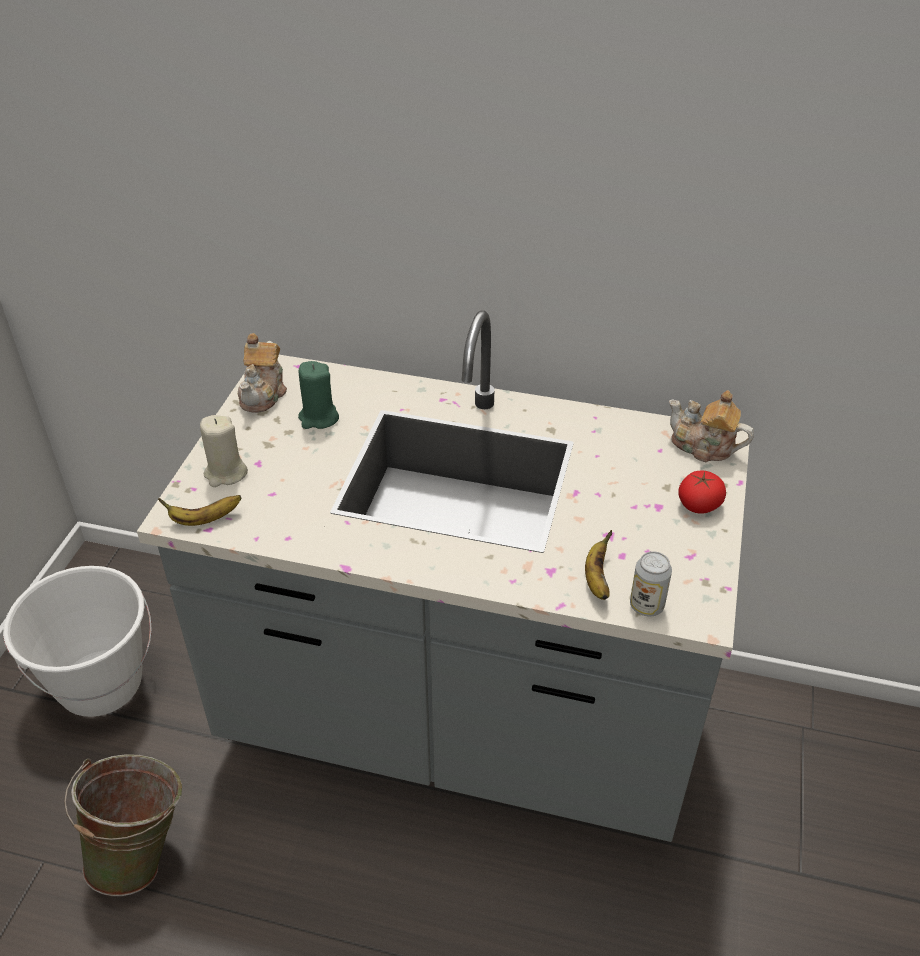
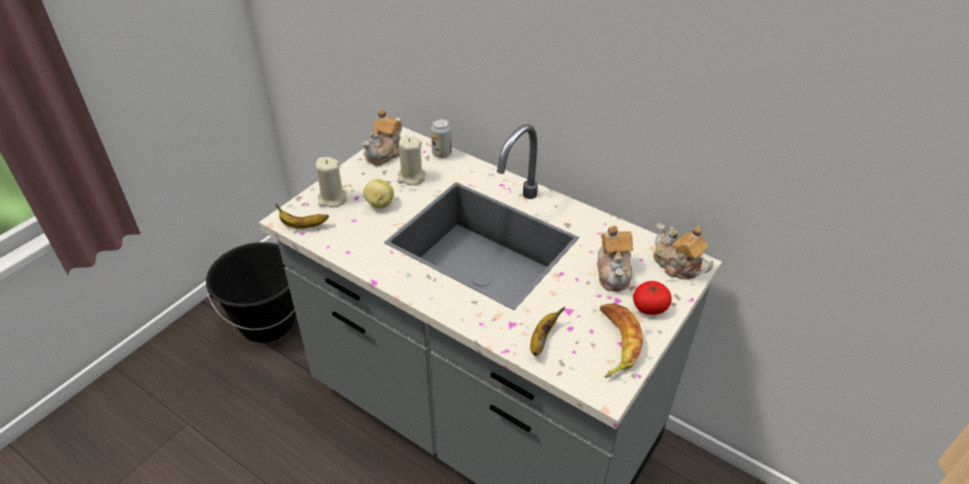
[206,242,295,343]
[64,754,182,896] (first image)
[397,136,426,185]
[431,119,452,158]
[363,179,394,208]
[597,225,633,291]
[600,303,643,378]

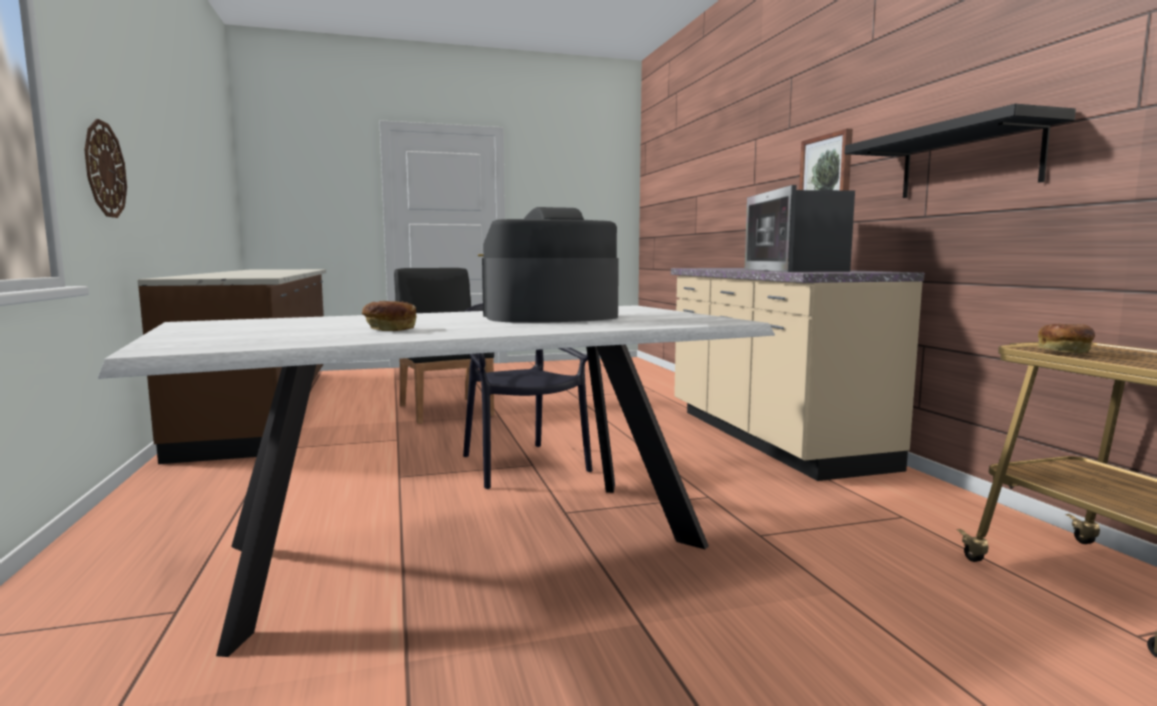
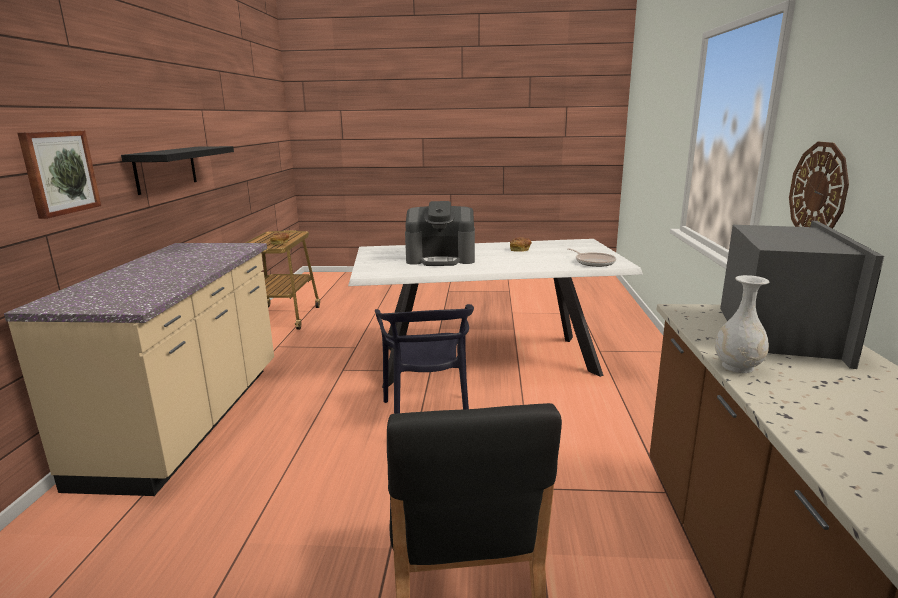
[720,221,884,369]
[567,248,616,267]
[715,275,769,373]

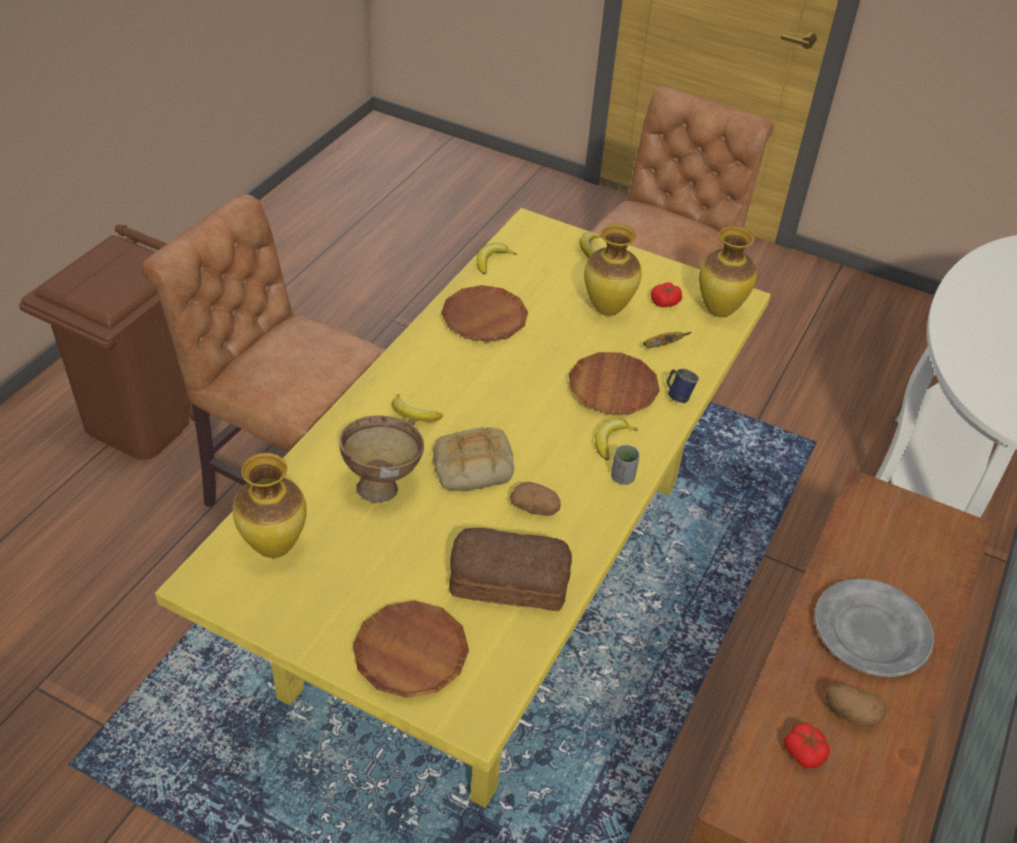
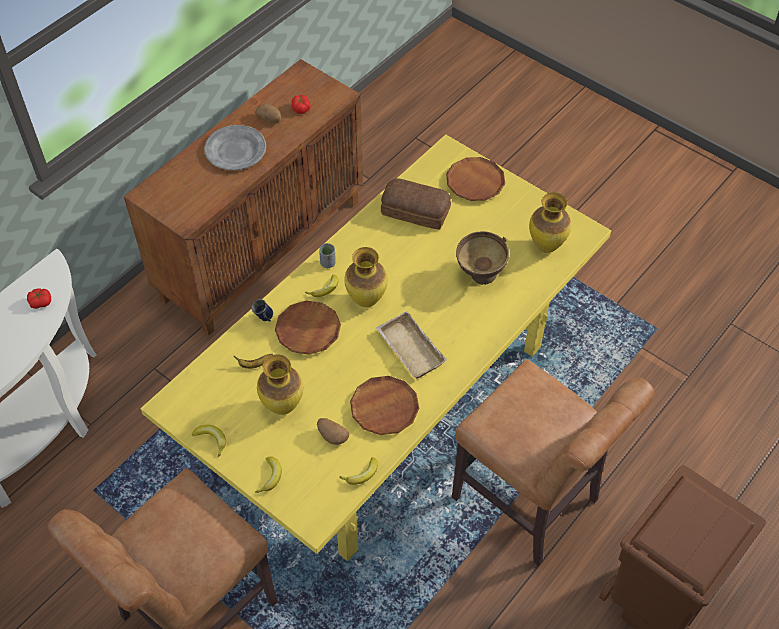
[192,425,226,457]
[433,427,514,490] (first image)
[317,418,349,445]
[27,288,51,309]
[344,247,388,307]
[376,311,447,378]

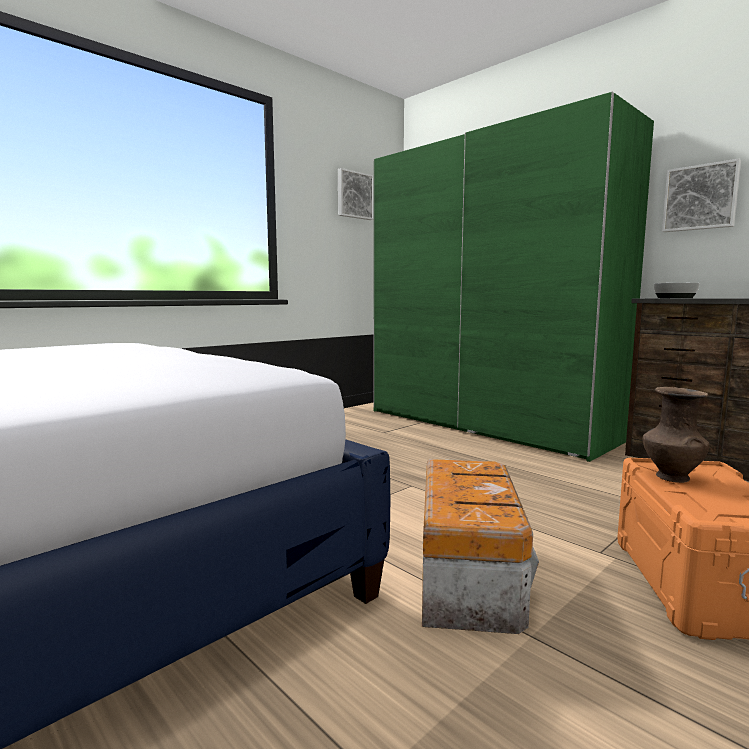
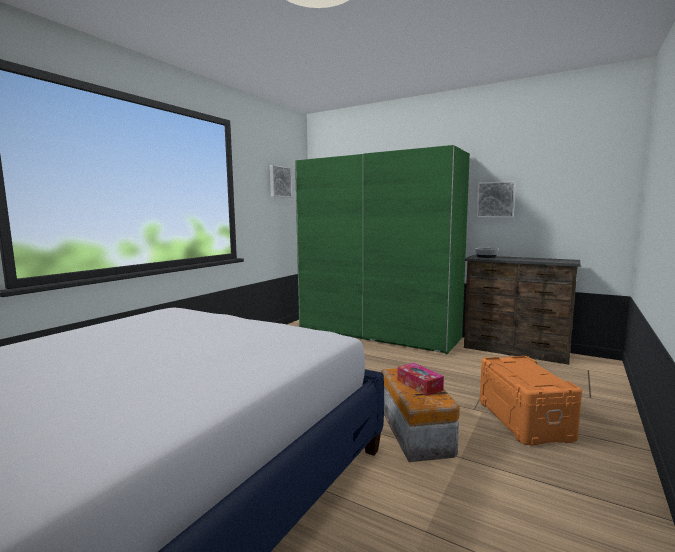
[643,387,710,483] (first image)
[397,363,444,396]

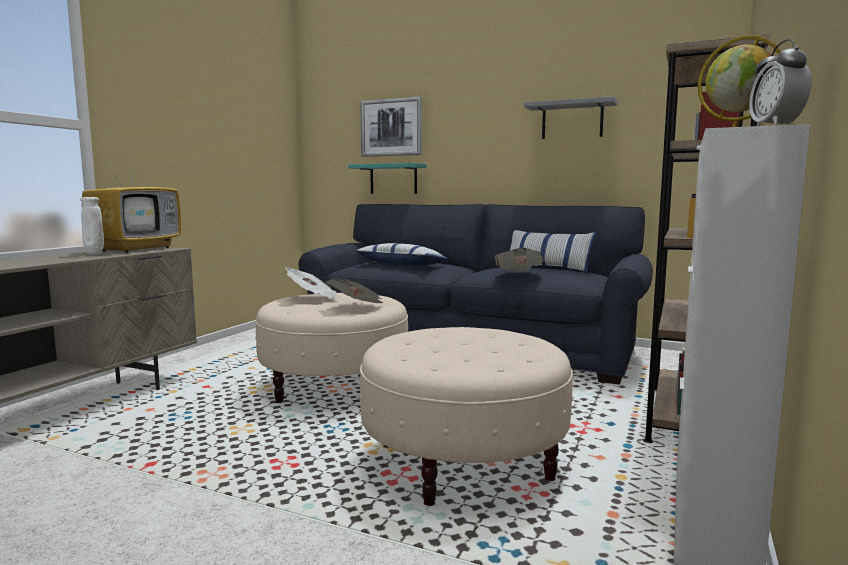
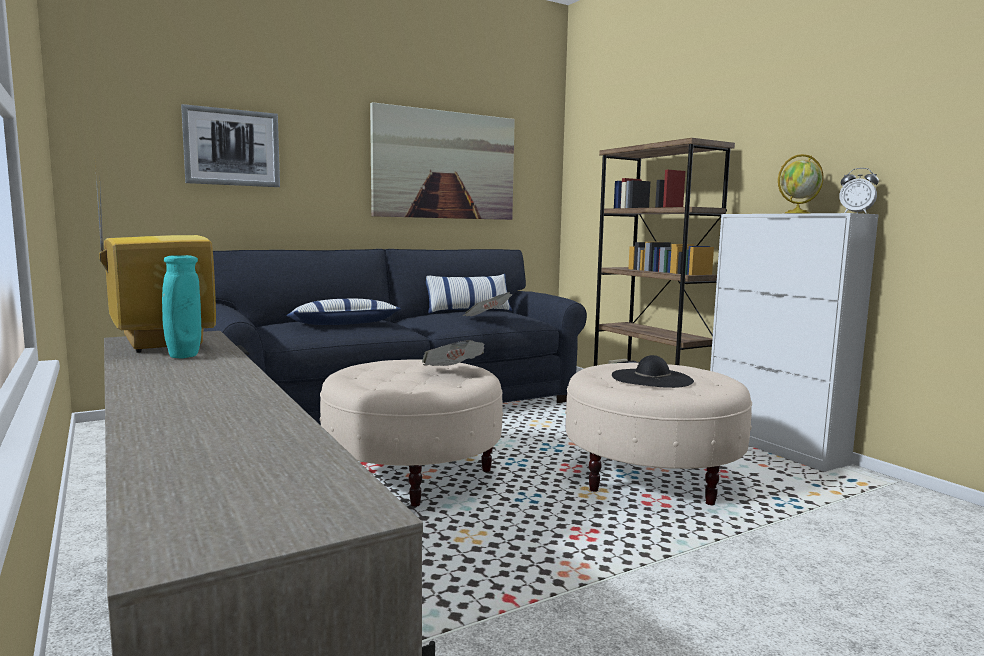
[162,255,201,358]
[285,267,337,300] (first image)
[348,163,427,194] (first image)
[370,102,515,220]
[612,355,694,388]

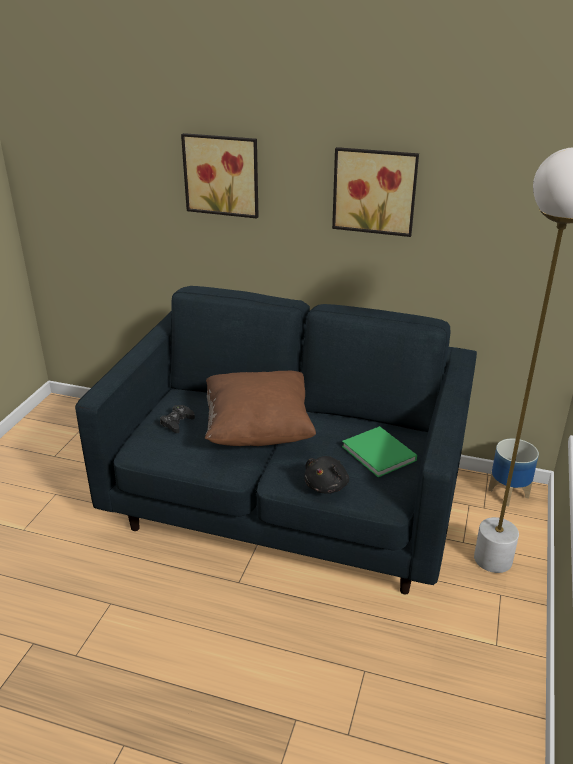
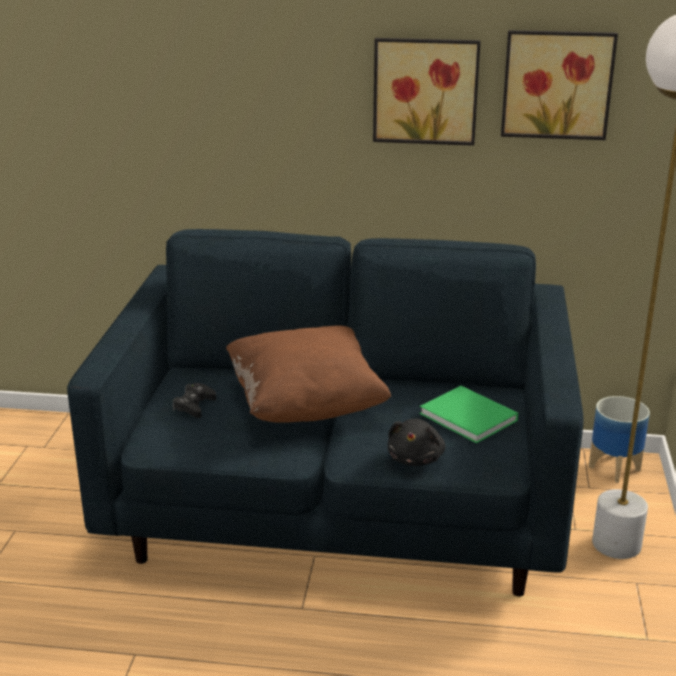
[501,30,618,140]

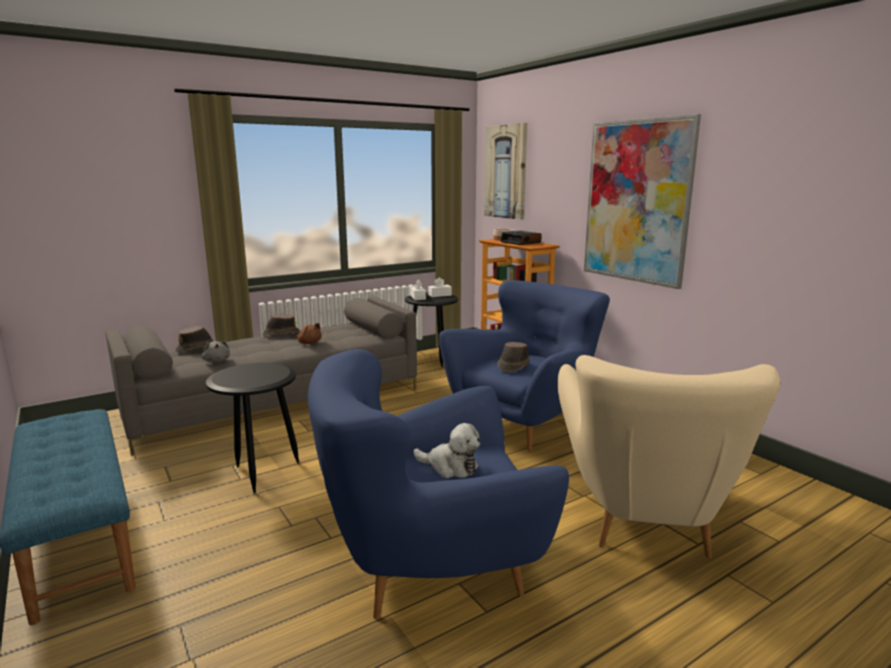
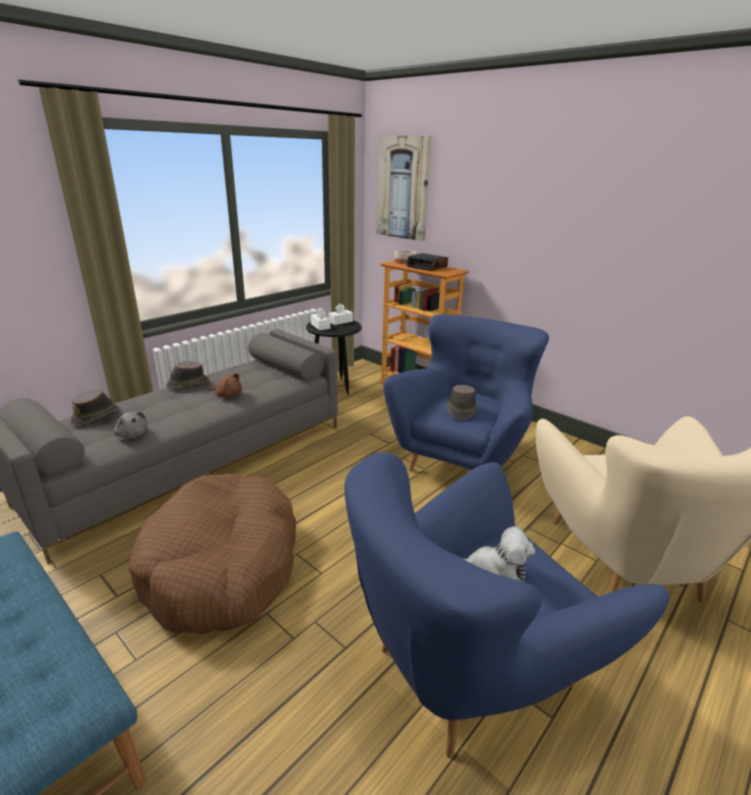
[129,474,296,634]
[584,114,701,289] (first image)

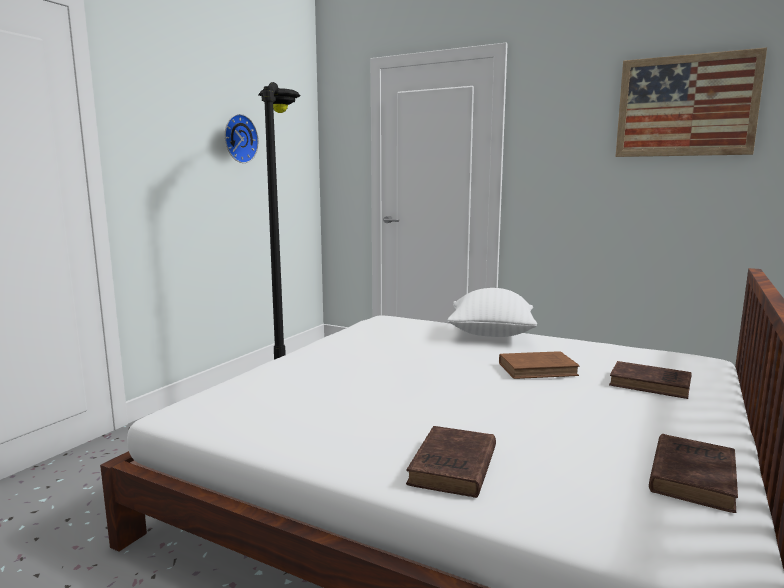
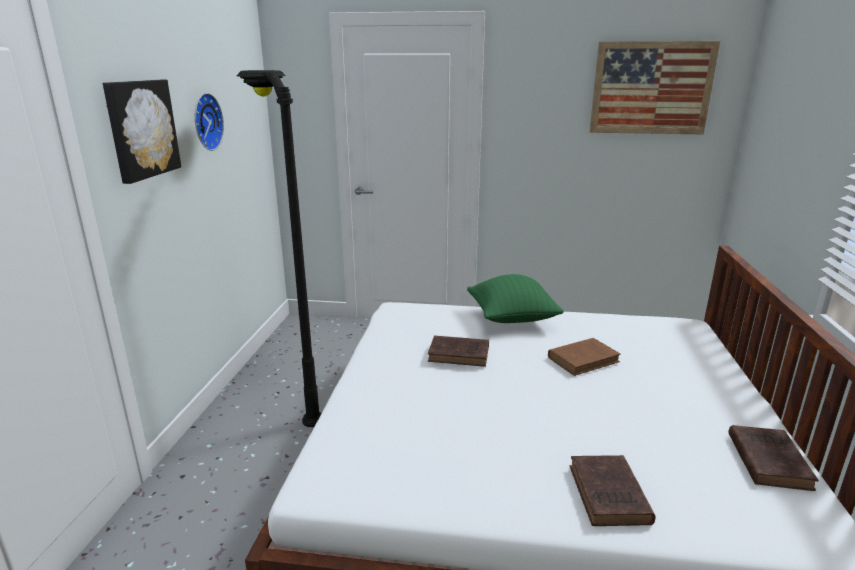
[467,274,564,323]
[428,336,489,367]
[103,80,181,184]

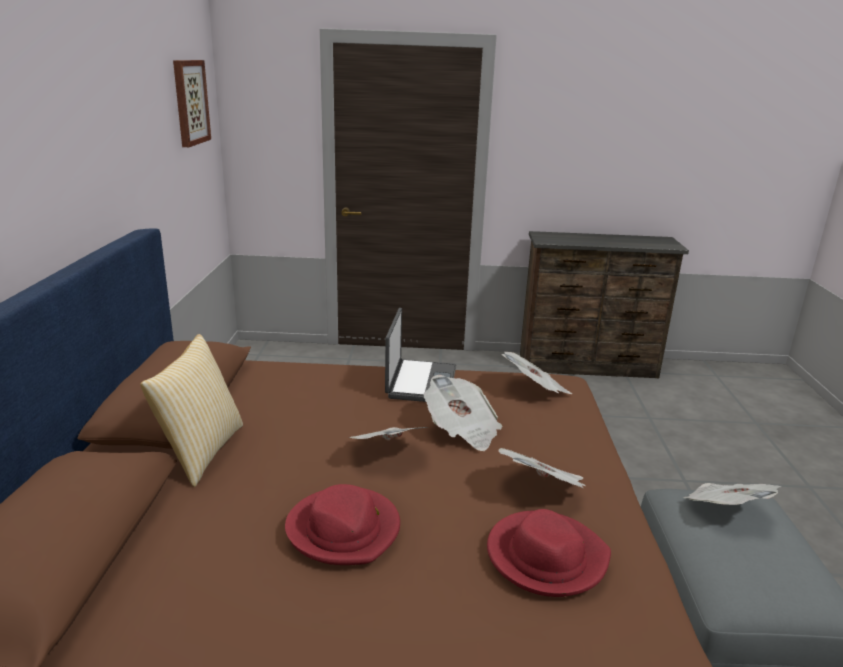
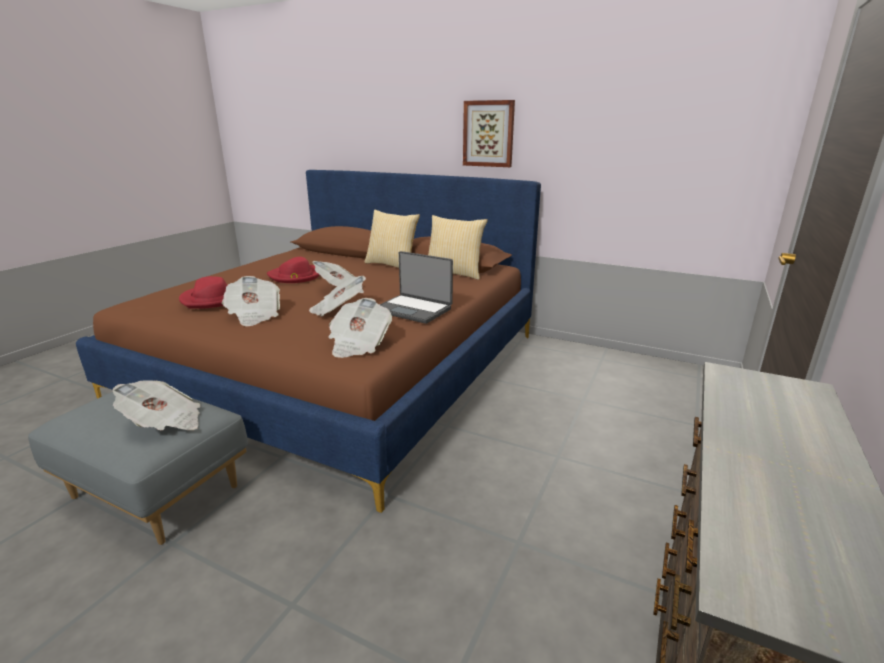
[463,100,515,167]
[428,215,488,280]

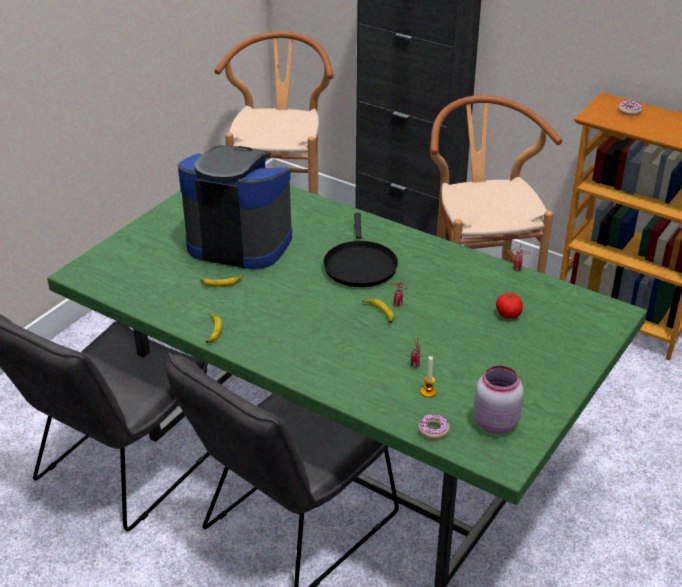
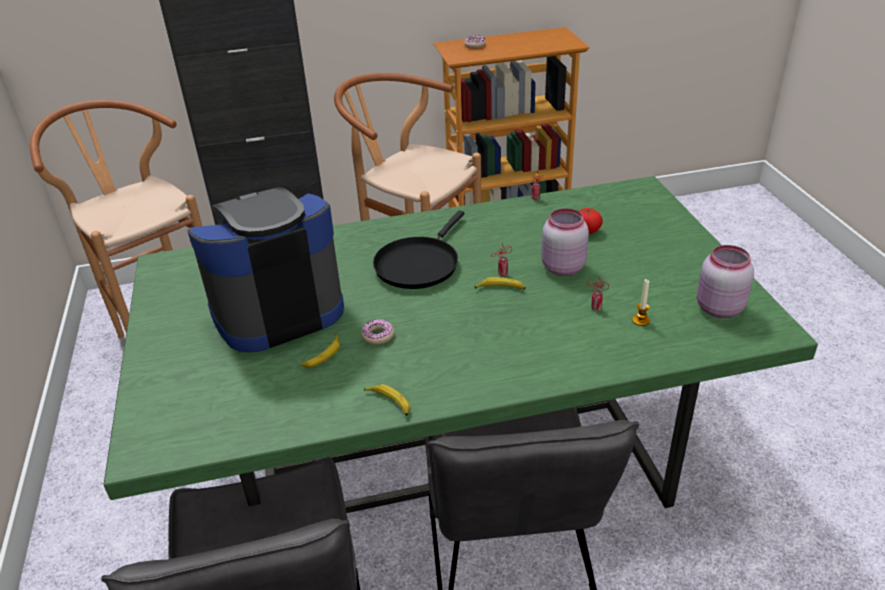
[373,210,465,289]
[361,319,394,345]
[542,208,589,276]

